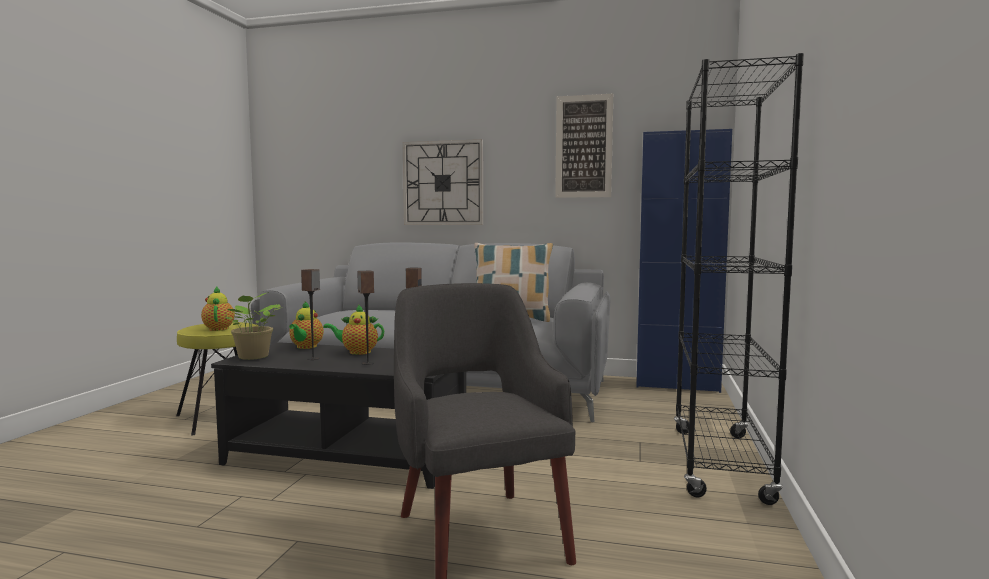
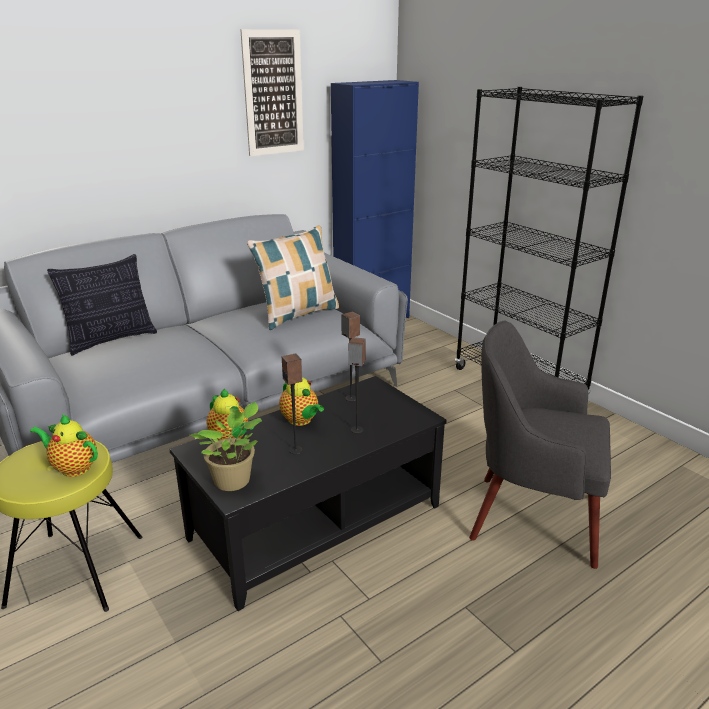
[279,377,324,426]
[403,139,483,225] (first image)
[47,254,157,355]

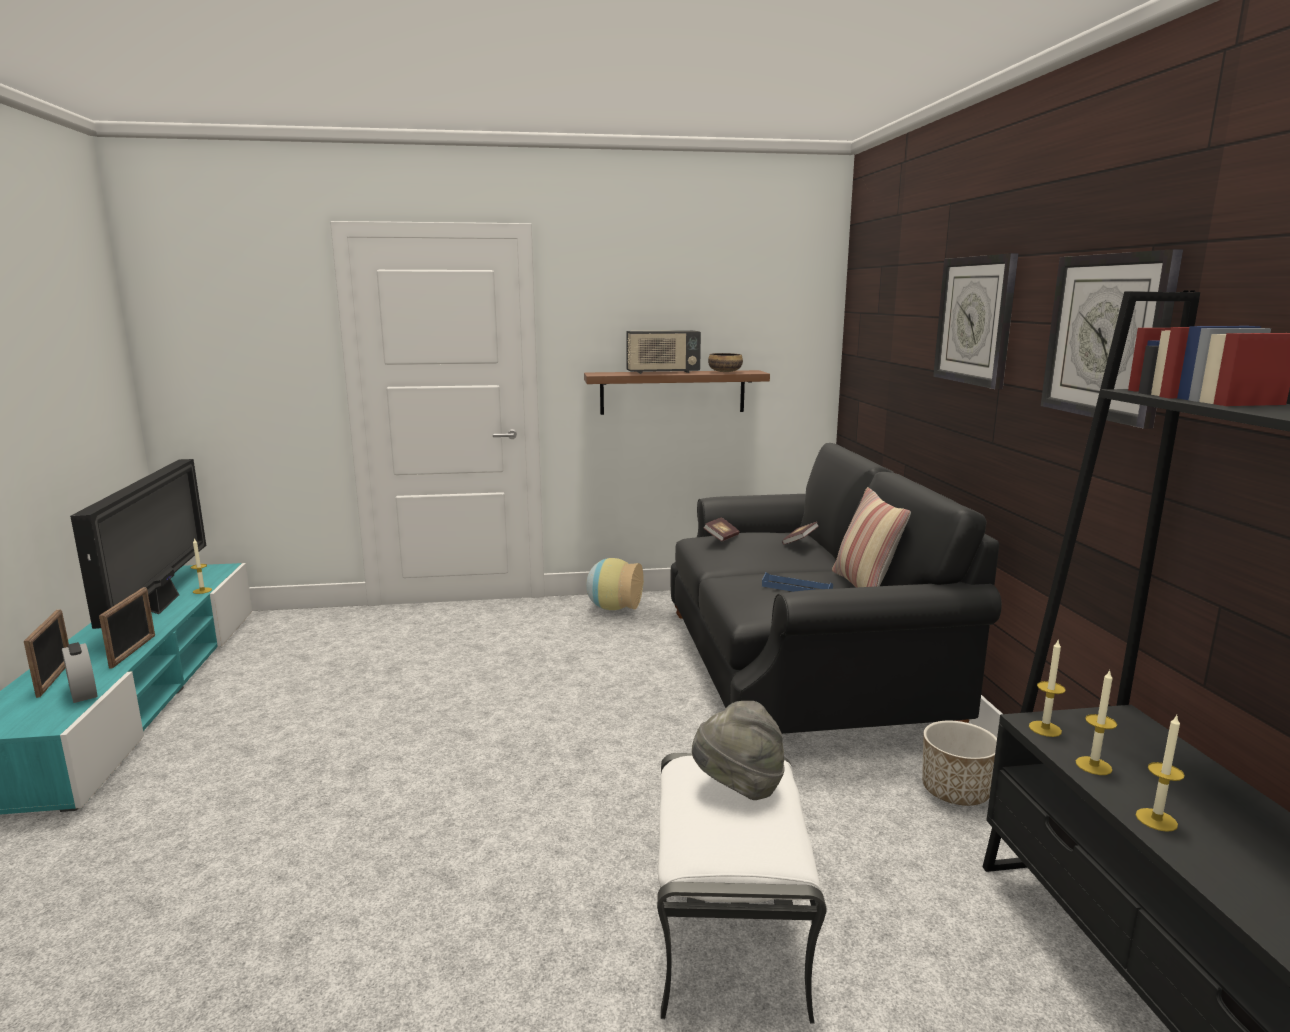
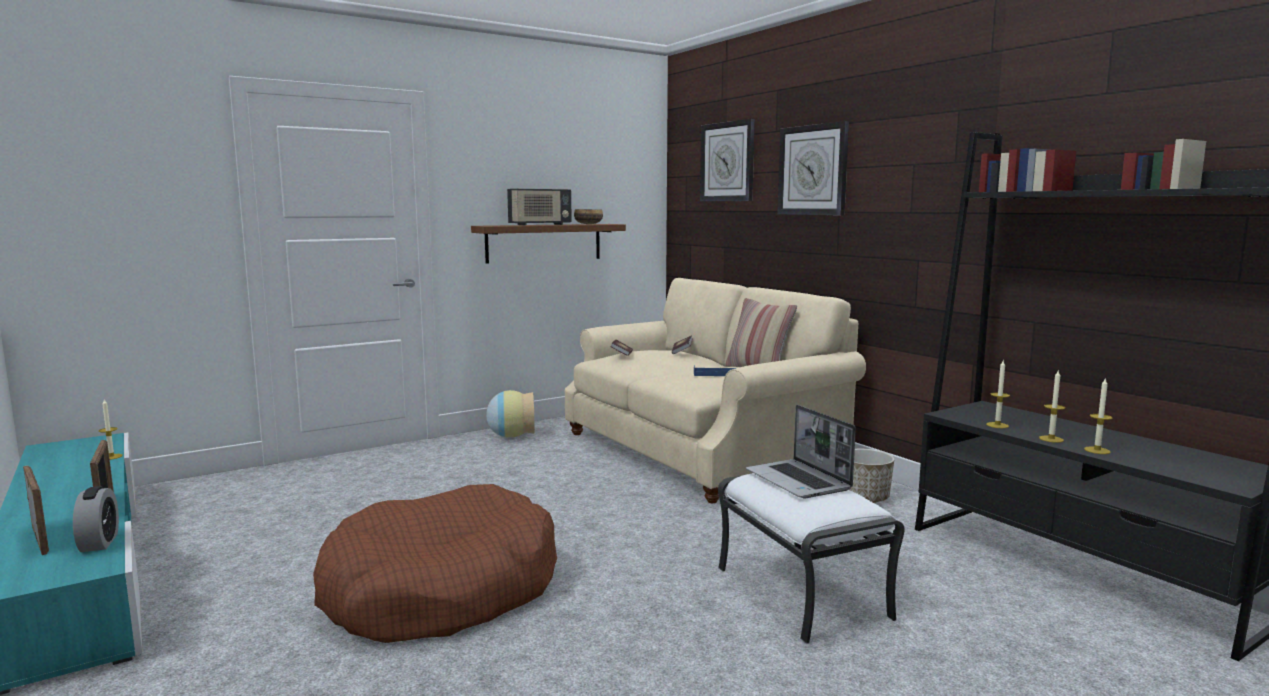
[73,486,119,552]
[70,459,206,629] (first image)
[565,278,866,503]
[746,405,856,498]
[1084,377,1113,454]
[700,119,755,201]
[313,484,557,643]

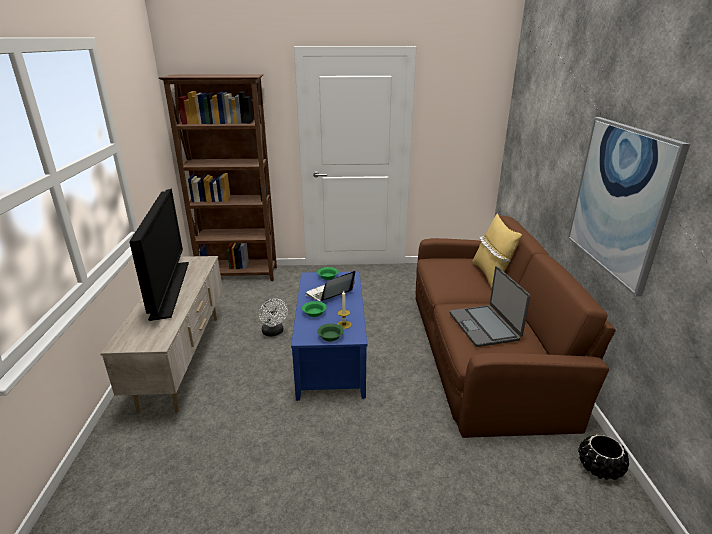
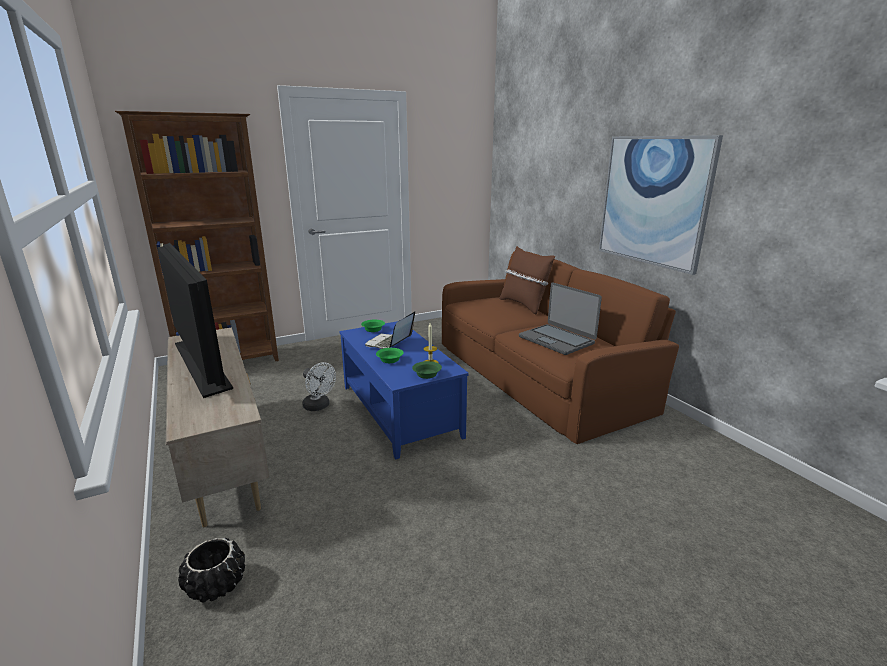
[499,246,555,314]
[178,538,245,603]

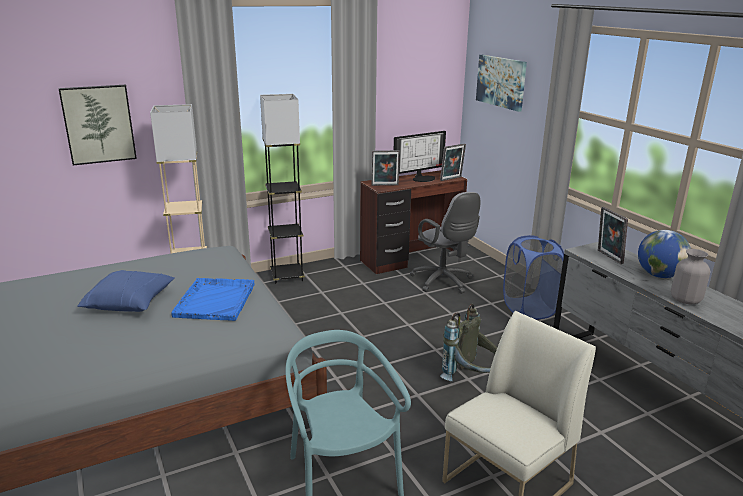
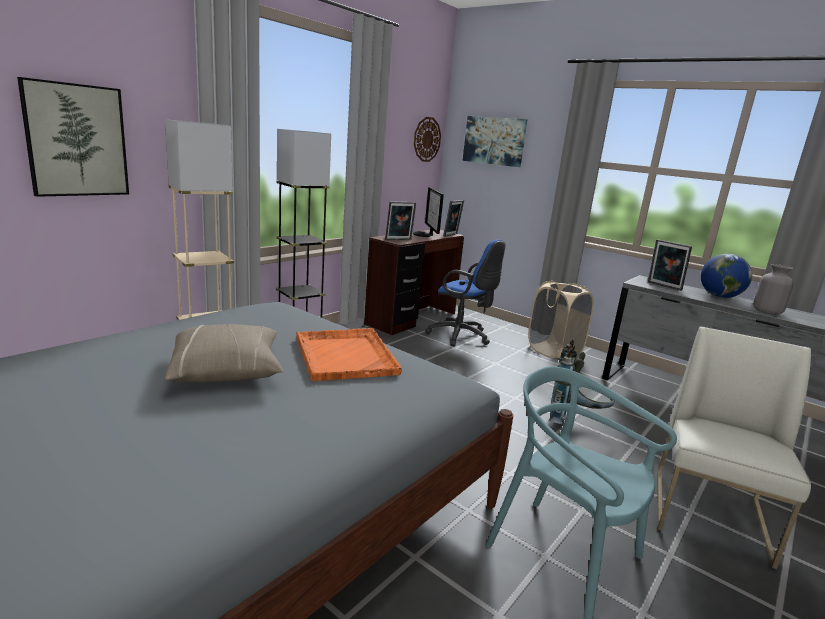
[165,324,284,383]
[296,328,402,381]
[413,187,444,237]
[425,240,506,347]
[528,281,594,358]
[414,117,441,162]

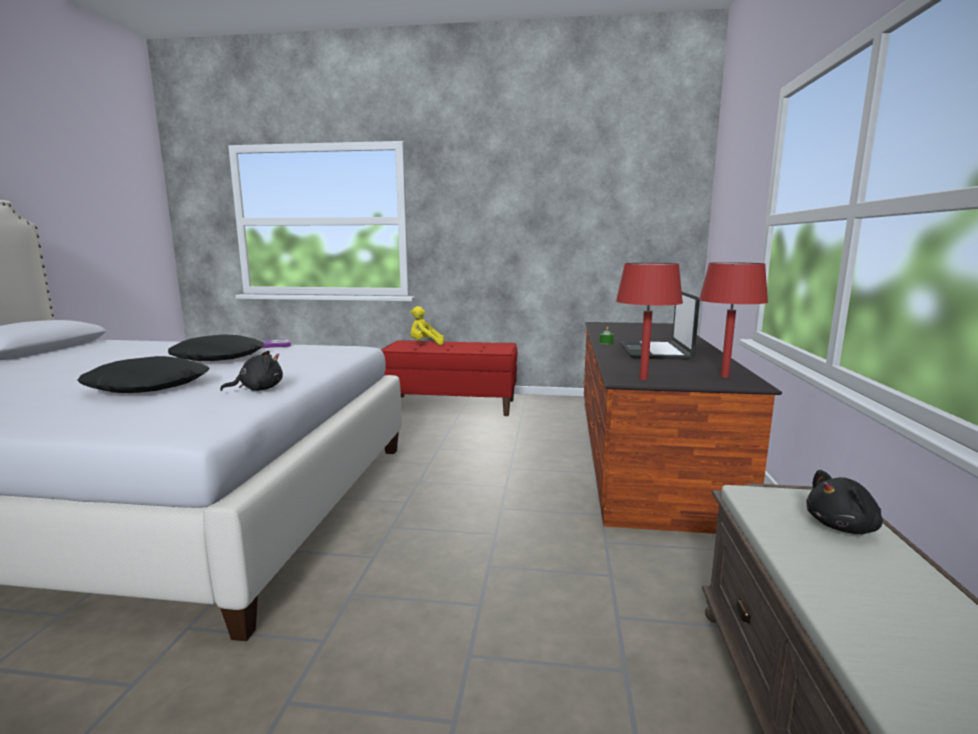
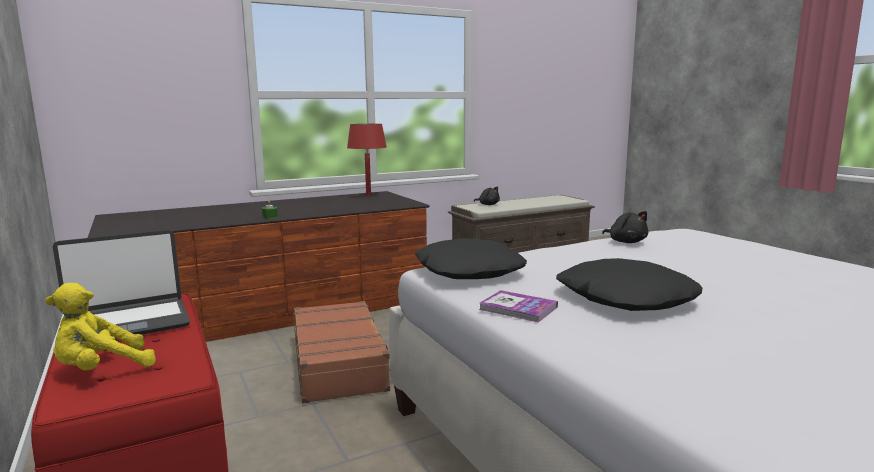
[414,238,527,279]
[602,211,649,243]
[45,283,156,371]
[616,263,683,380] (first image)
[53,230,190,339]
[293,301,390,404]

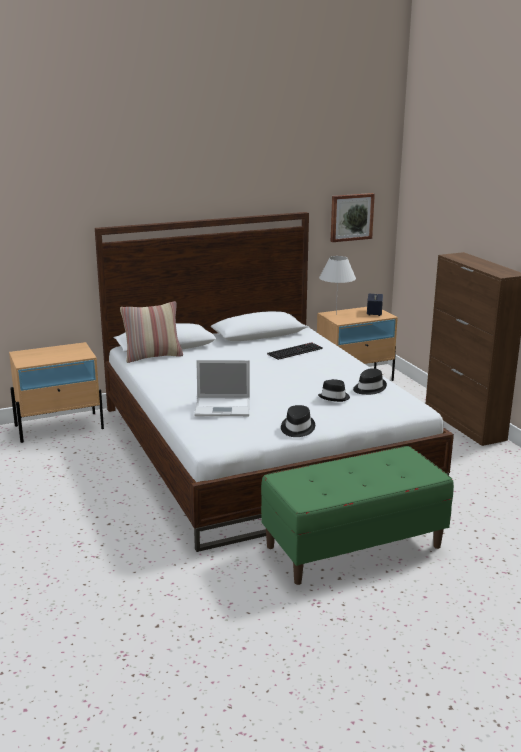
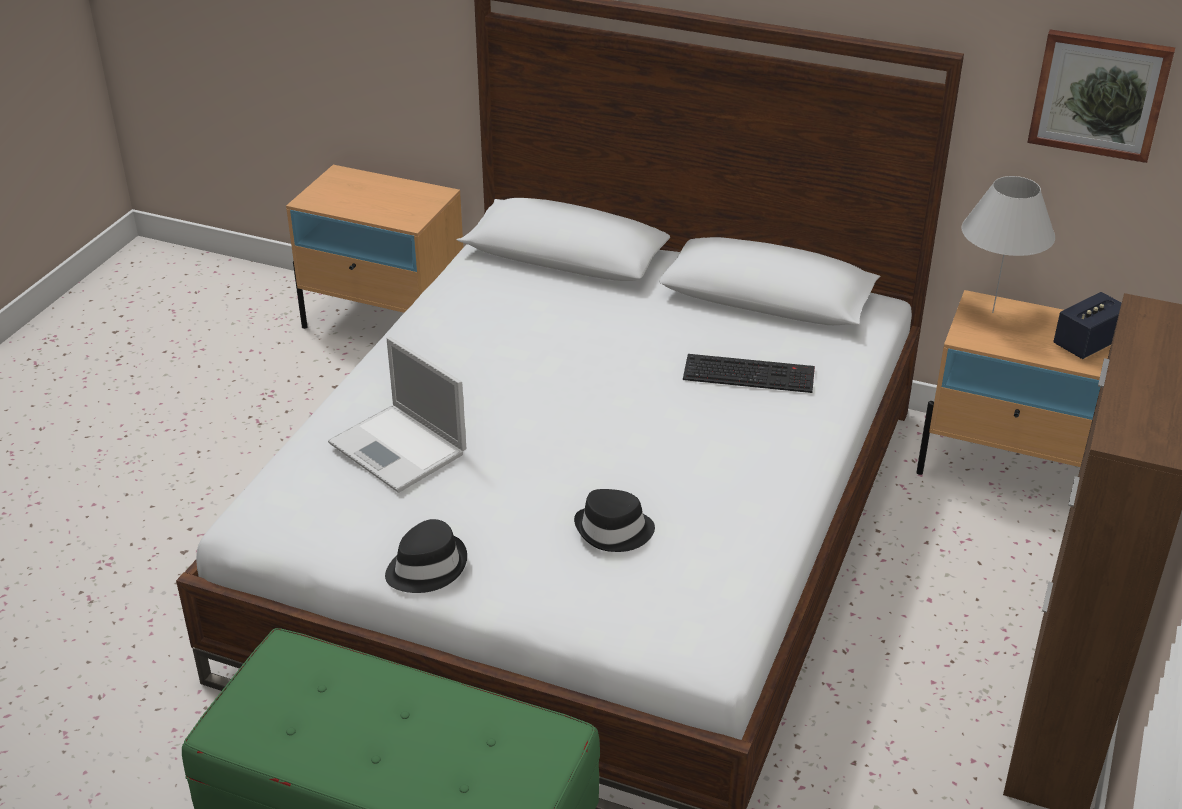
[120,301,183,363] (first image)
[353,368,387,395] (first image)

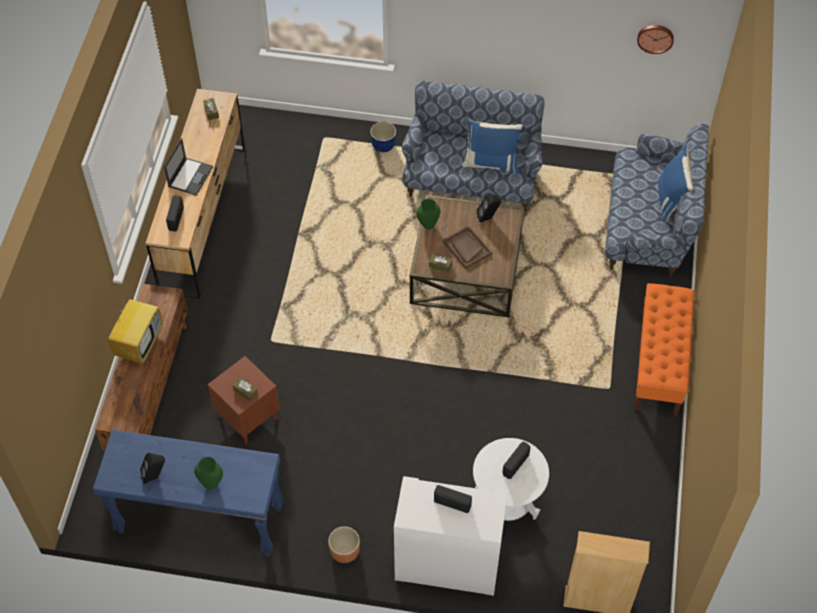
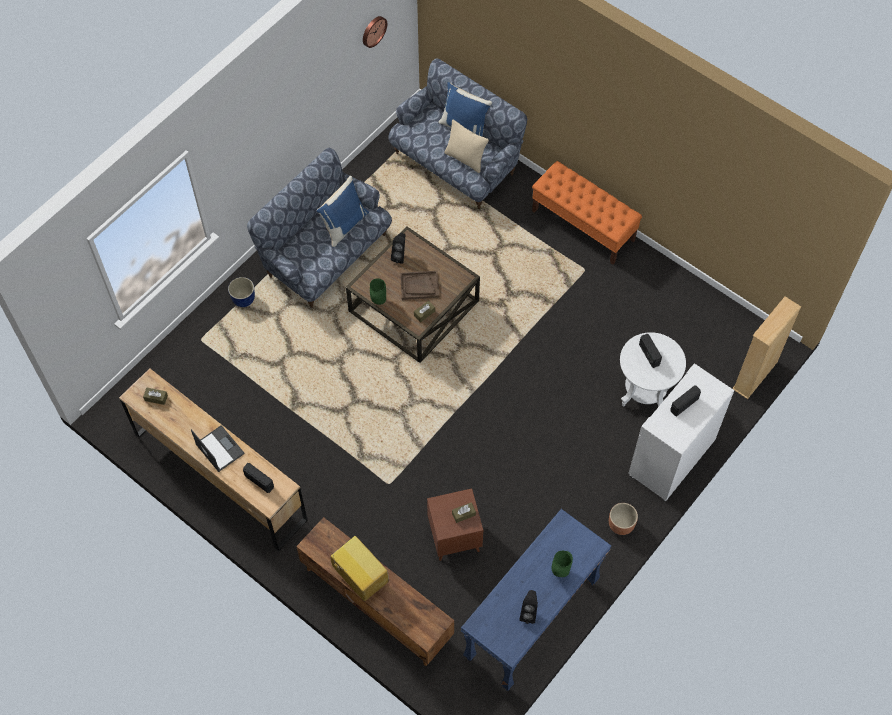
[444,120,489,173]

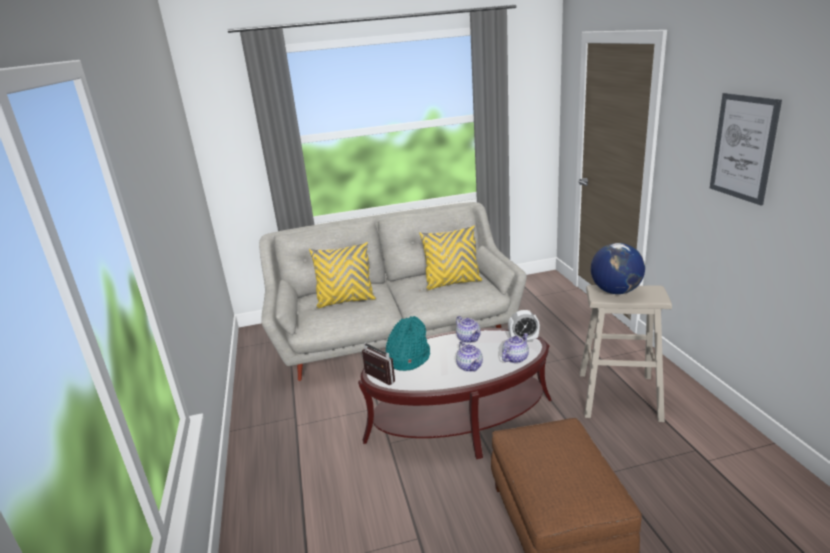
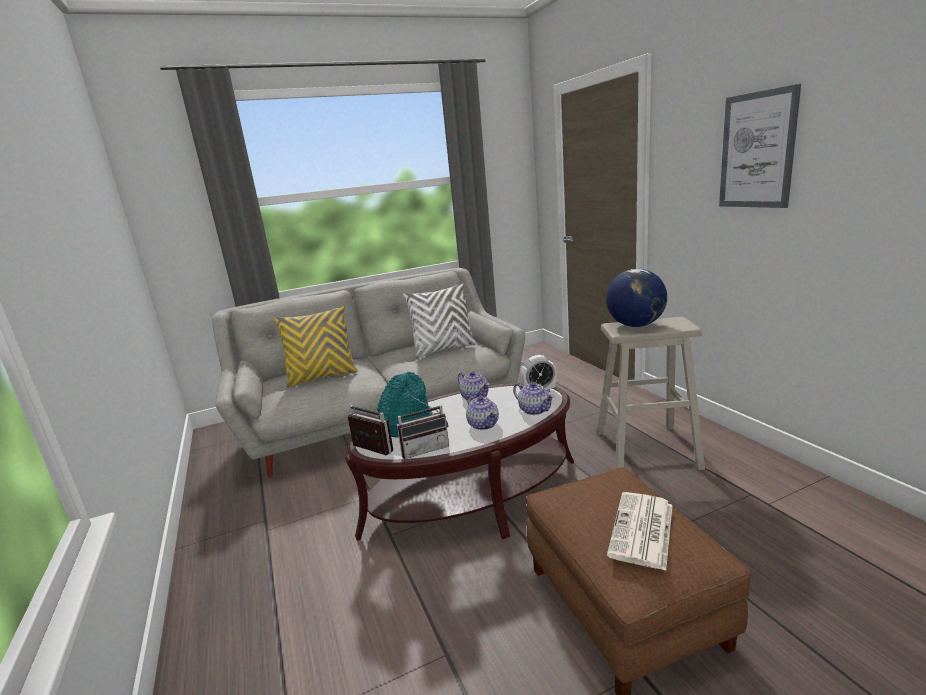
[403,284,477,359]
[513,382,555,415]
[397,394,449,459]
[607,492,673,571]

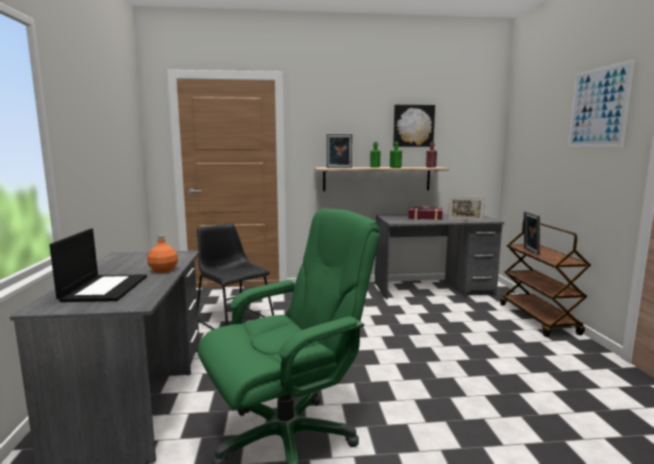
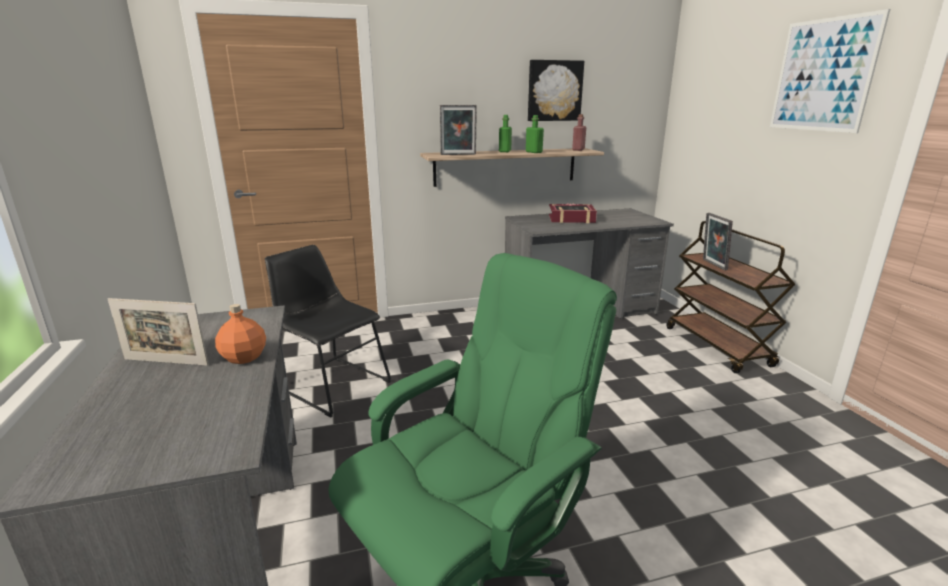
[49,229,147,302] (first image)
[108,298,209,366]

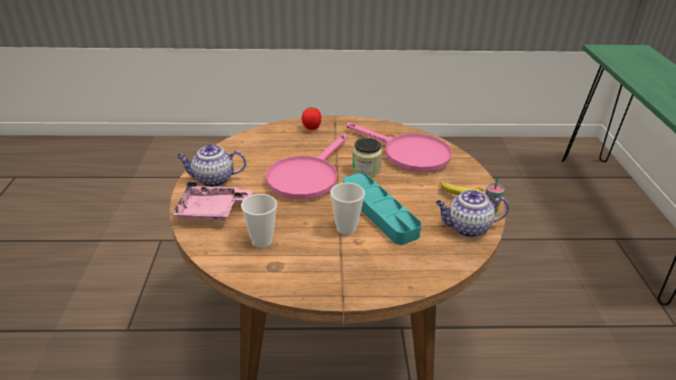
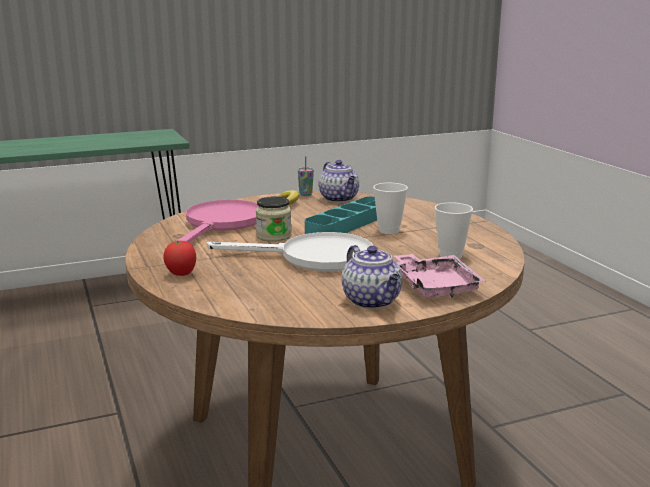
[207,232,373,271]

